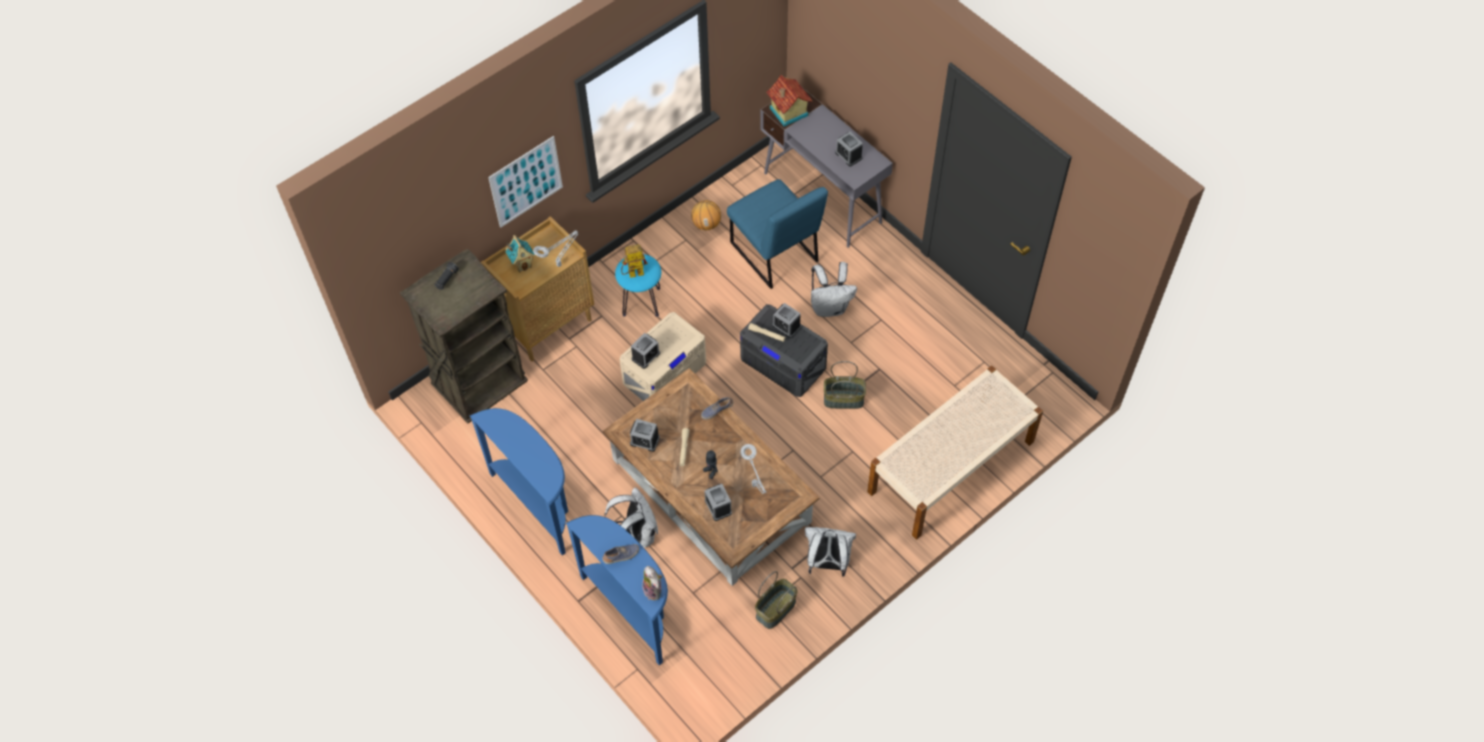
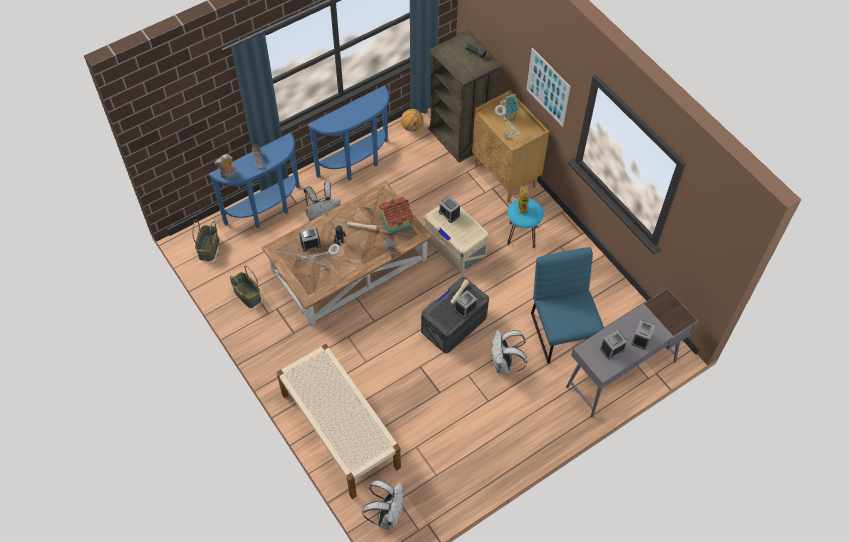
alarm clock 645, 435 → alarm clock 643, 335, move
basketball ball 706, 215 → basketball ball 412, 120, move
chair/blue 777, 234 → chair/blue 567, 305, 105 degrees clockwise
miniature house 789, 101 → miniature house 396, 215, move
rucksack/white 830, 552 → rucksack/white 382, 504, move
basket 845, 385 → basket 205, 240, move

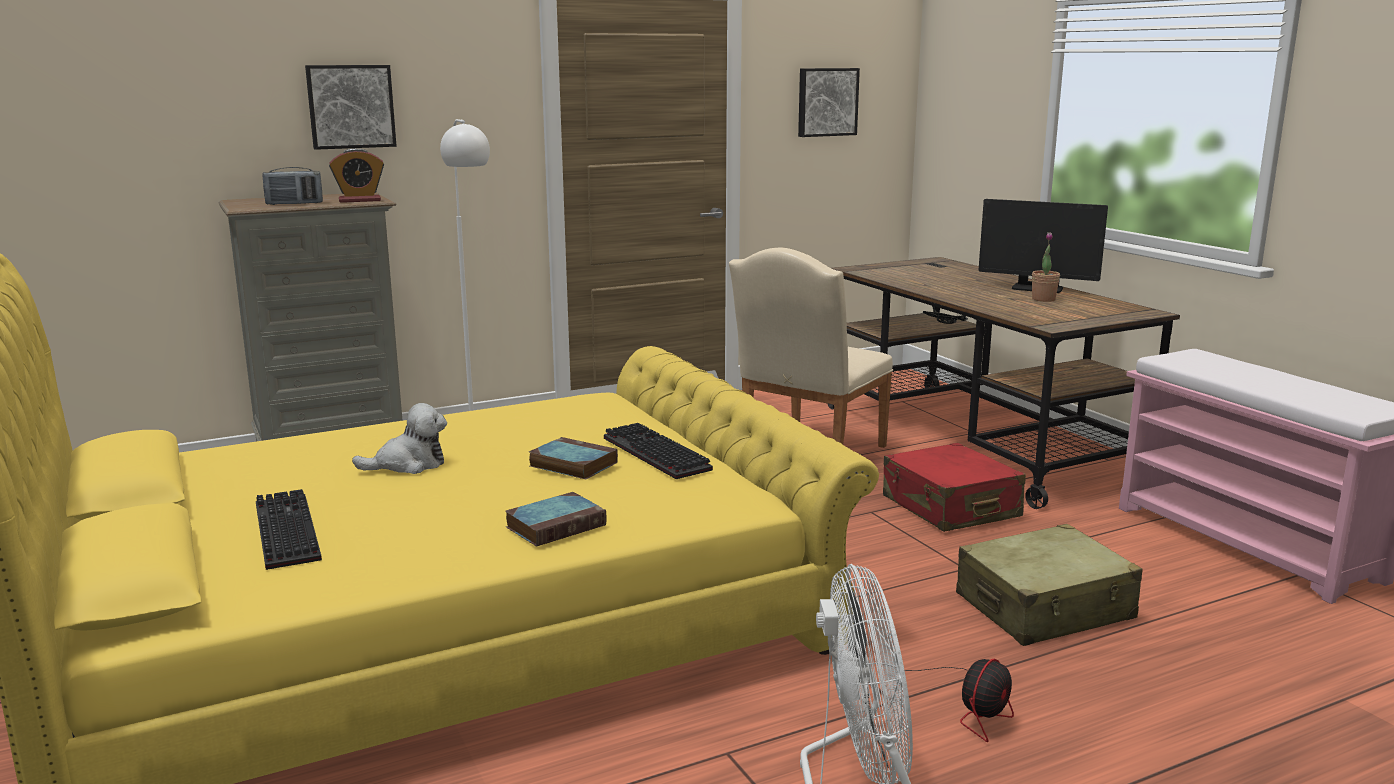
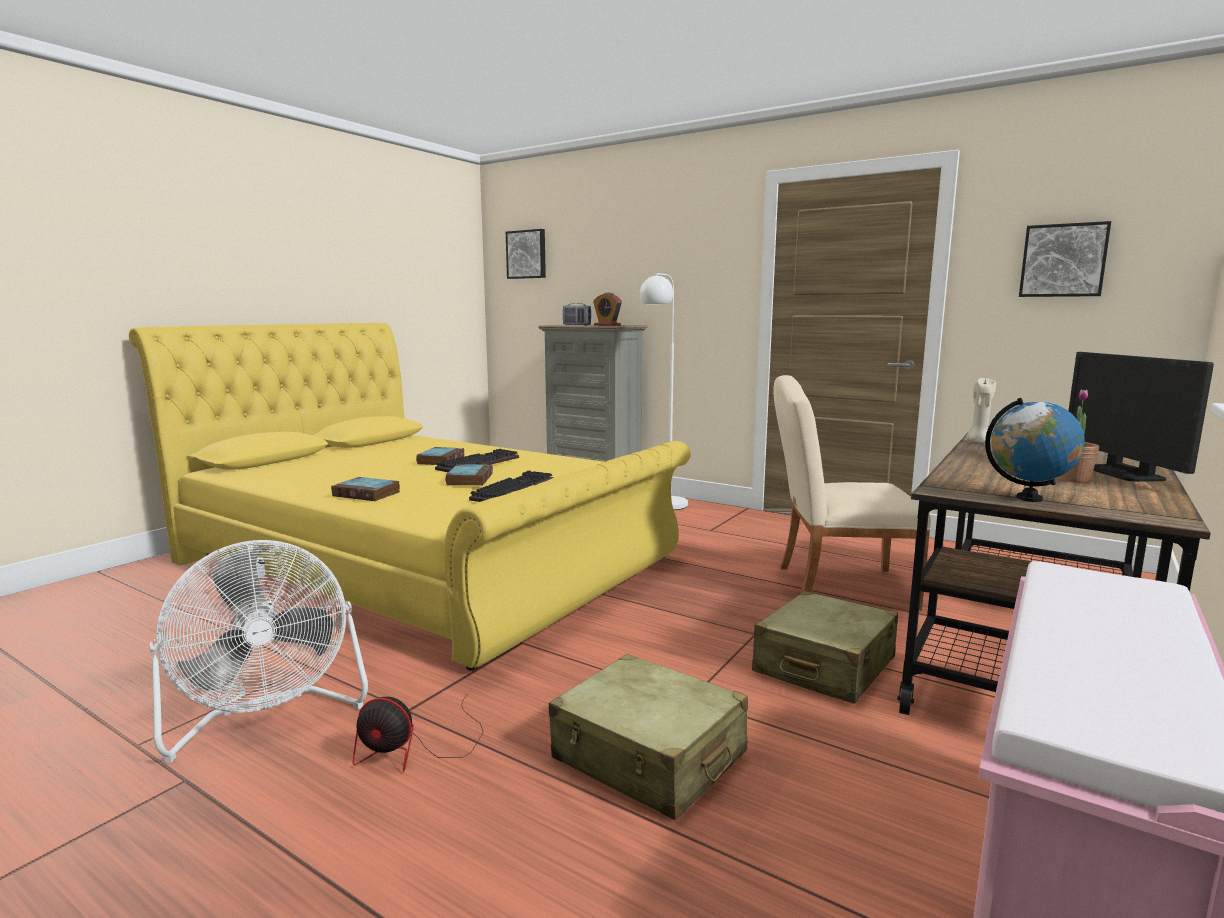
PC keyboard 289, 529 → PC keyboard 477, 460, move
picture 350, 107 → picture 526, 254, move
soft toy 399, 438 → volume 440, 456
travel case/red-coloured 954, 487 → travel case/beige-coloured 825, 647
- → wax candle/beige-coloured 981, 410
- → globe 1035, 450

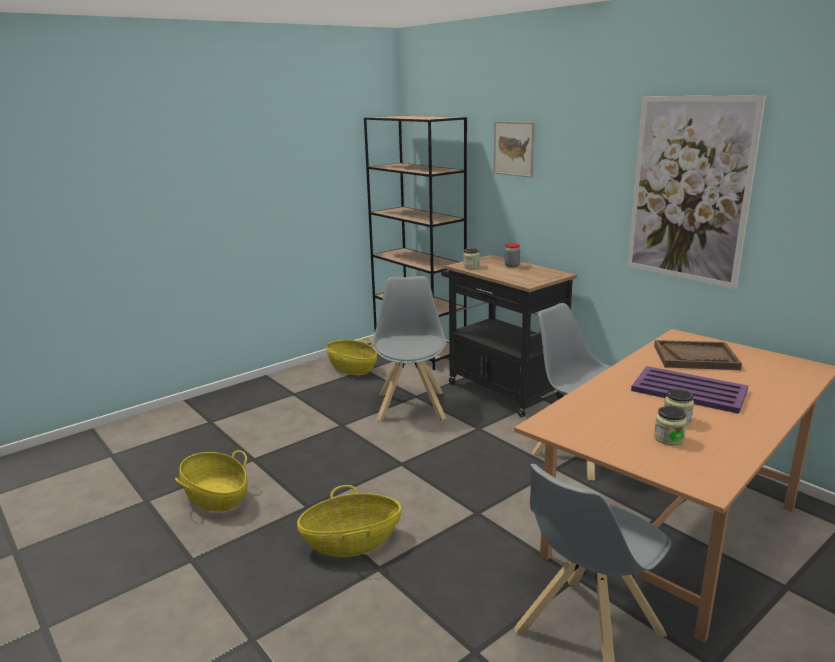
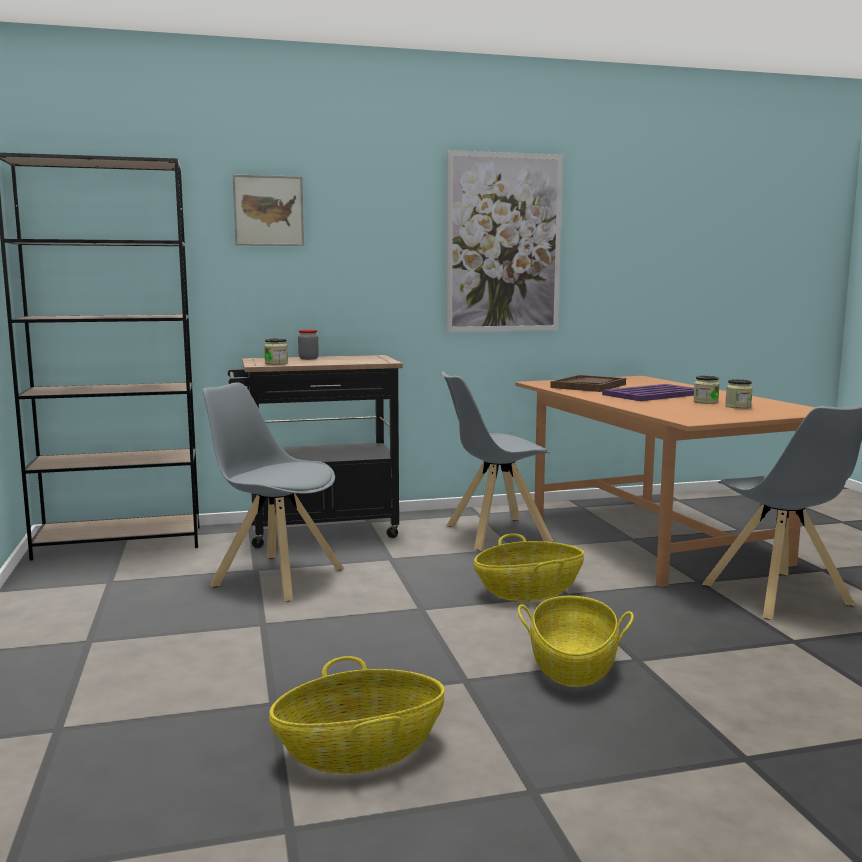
basket 351, 356 → basket 529, 567, move

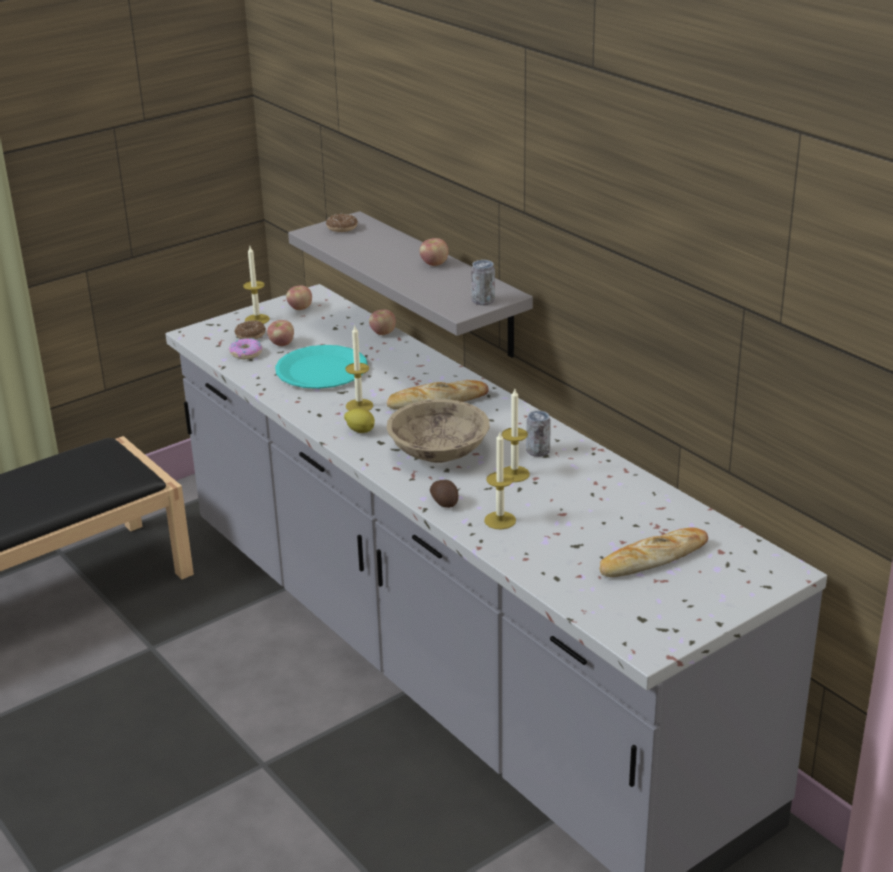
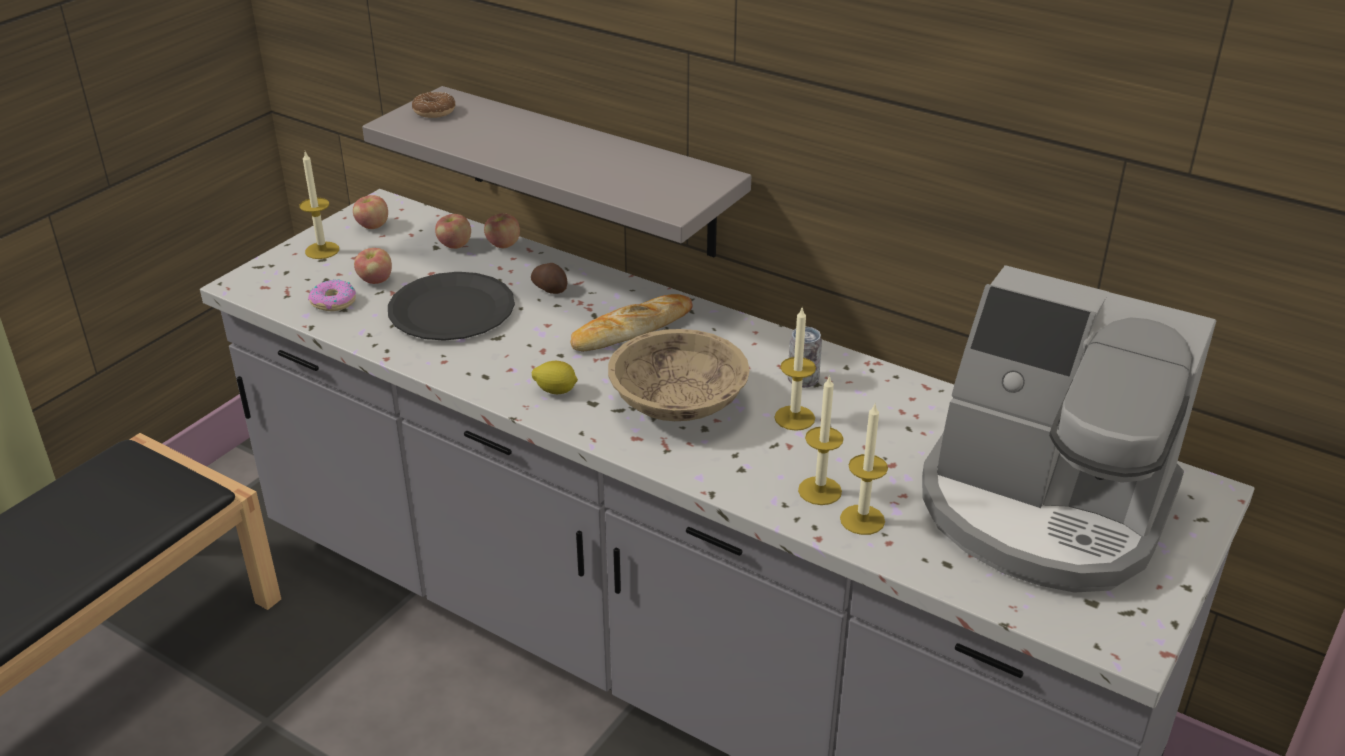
donut 250, 329 → -
dinner plate/blue-green 321, 367 → dinner plate/black-coloured 451, 306
wax candle 359, 368 → wax candle 864, 468, move
apple fruit 434, 252 → apple fruit 453, 231, move
potato 444, 494 → potato 549, 278, move
metal can 483, 282 → -
bread 654, 552 → coffee machine 1069, 429

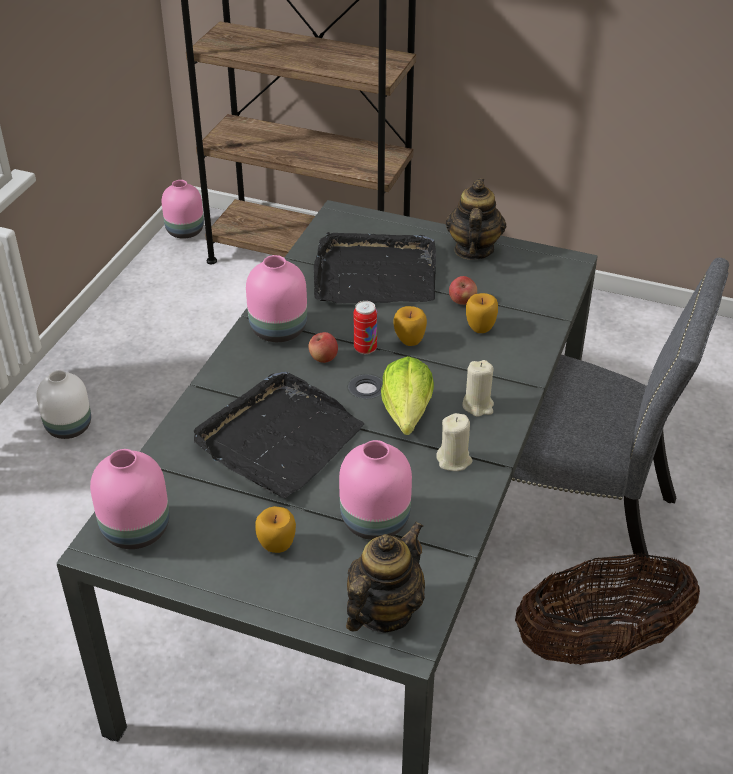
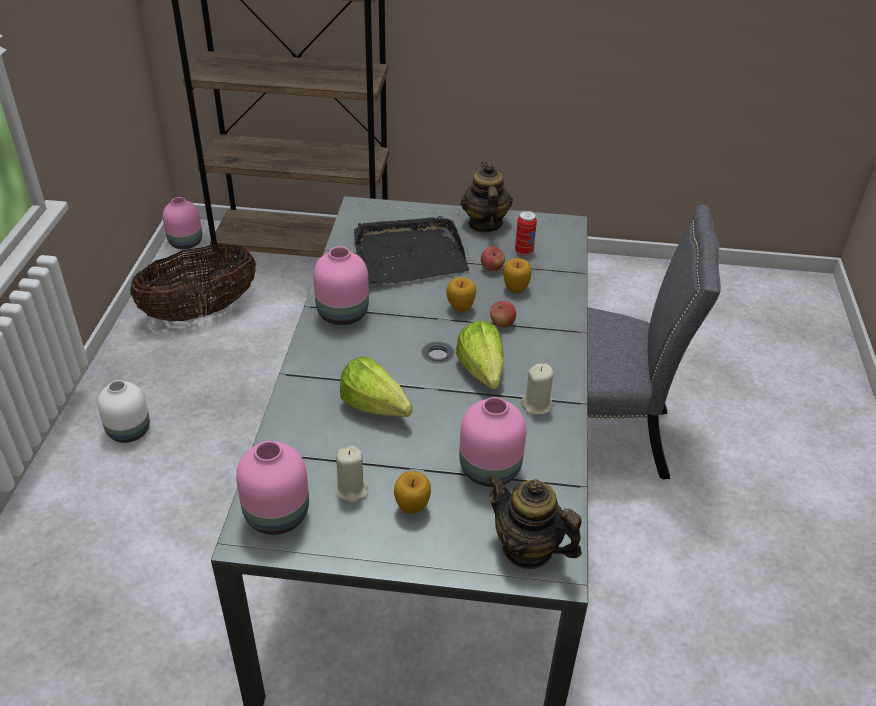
carrying tray/black-coloured 279, 435 → lettuce 376, 386
apple fruit 323, 347 → apple fruit 503, 314, move
tea pot 385, 577 → tea pot 534, 521, 75 degrees counterclockwise
metal can 365, 327 → metal can 526, 233, move
wax candle/beige-coloured 478, 388 → wax candle/beige-coloured 352, 474, move
basket 607, 609 → basket 193, 282, move

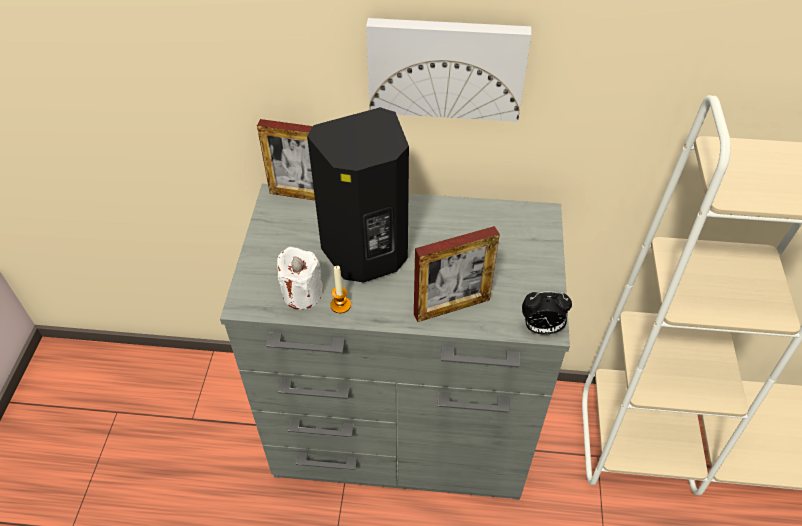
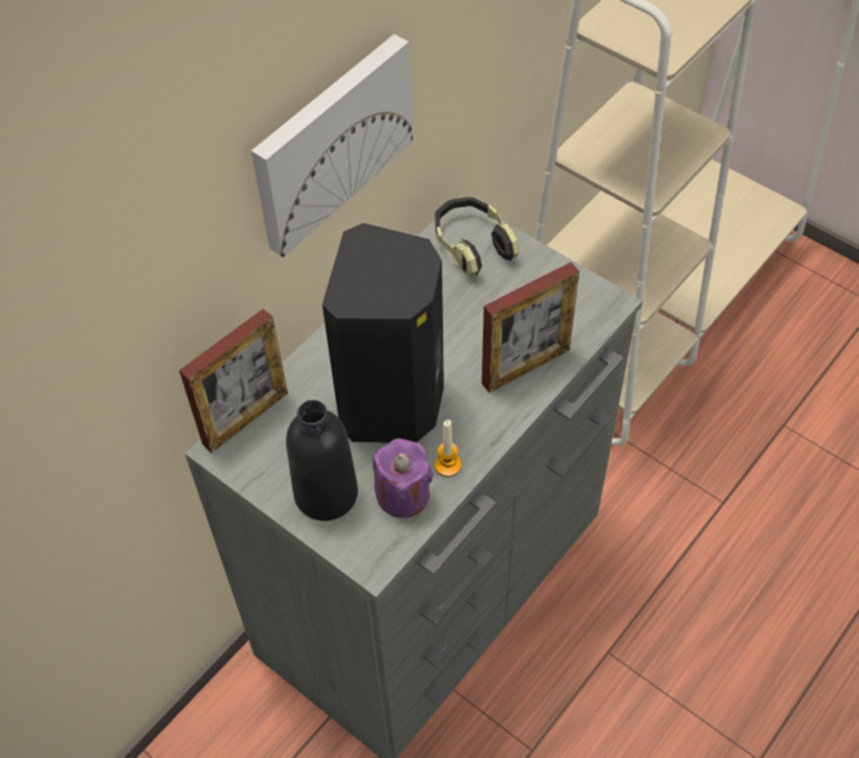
wax candle/white 300, 278 → wax candle/purple 403, 478
photo frame 457, 274 → photo frame 530, 327, 45 degrees clockwise
alarm clock 547, 312 → -
- → bottle/black-coloured 322, 460
- → headset 477, 237

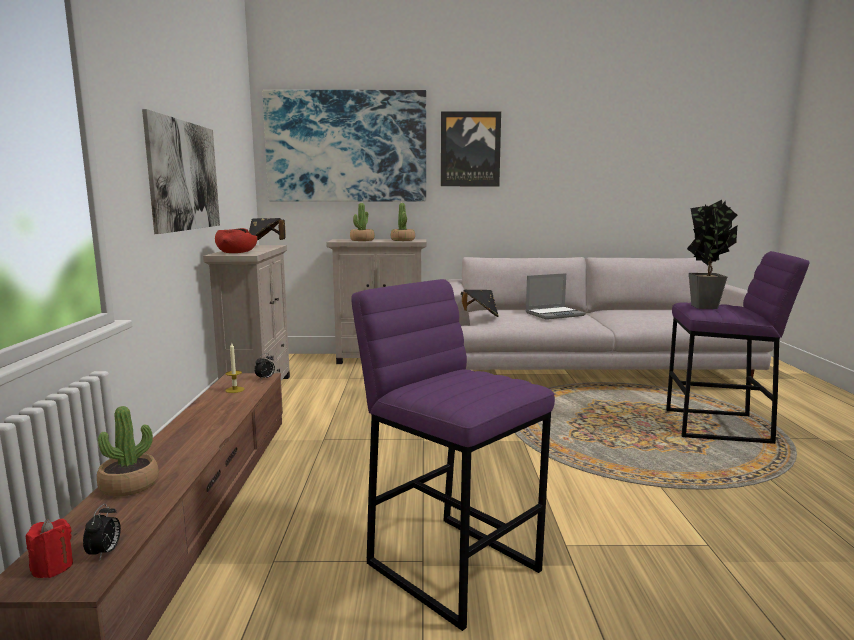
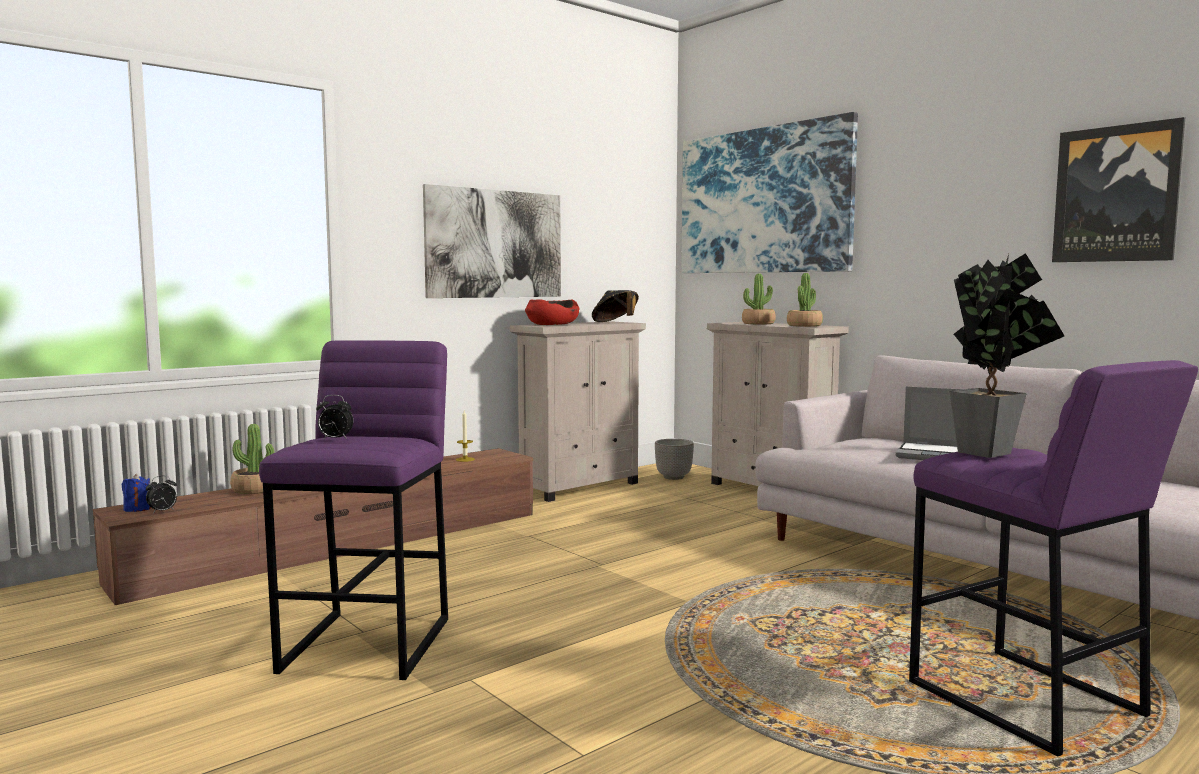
wax candle/red-coloured 49, 548 → wax candle/blue 136, 493
alarm clock 264, 366 → alarm clock 334, 417, move
picture 471, 149 → picture 1118, 189, move
clothing hat/black-coloured 480, 303 → -
- → flower pot 674, 459

